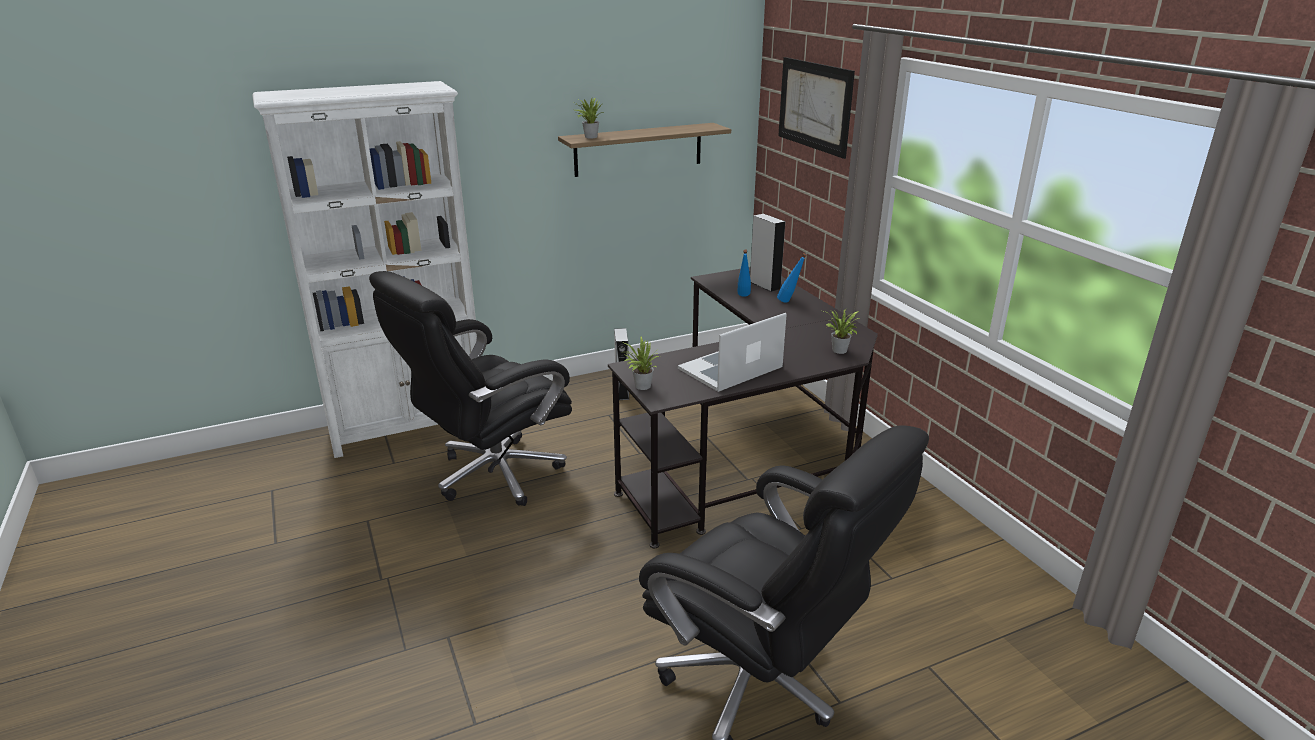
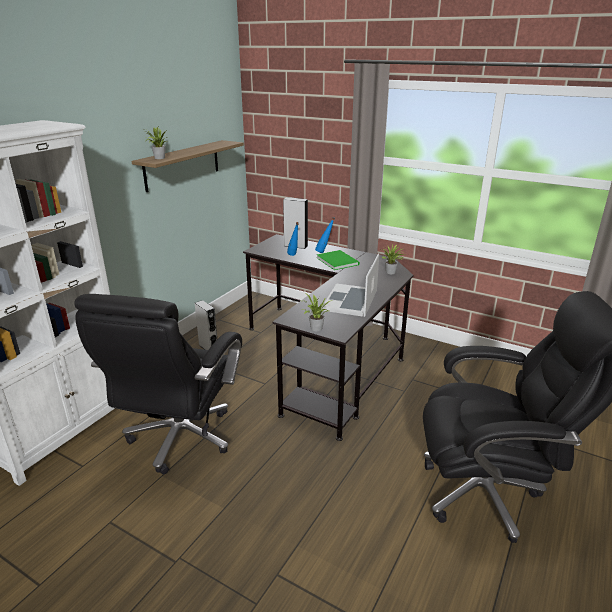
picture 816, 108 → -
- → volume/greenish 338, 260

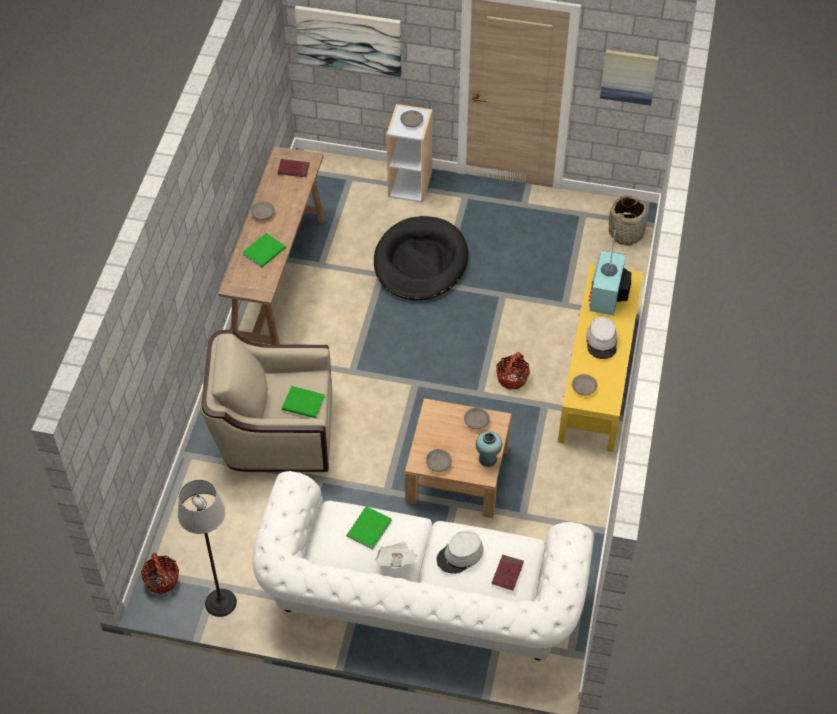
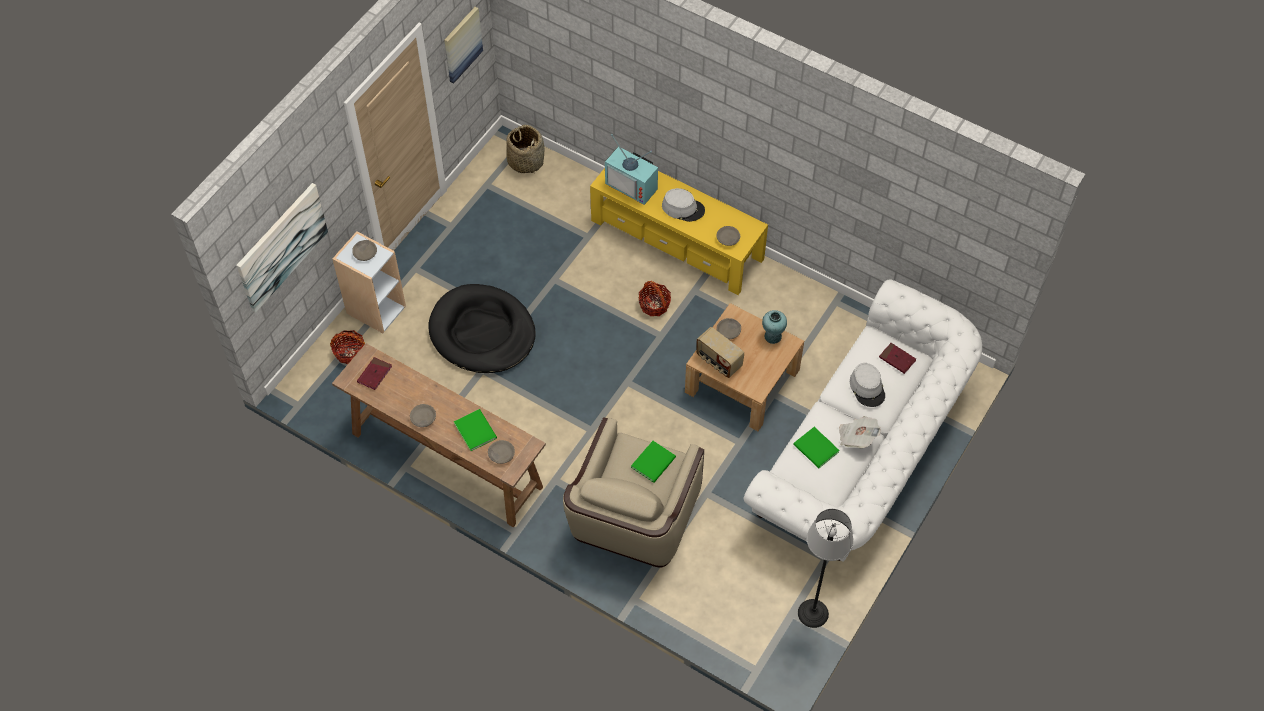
basket 160, 573 → basket 347, 347, move
deep dish/gray 439, 460 → deep dish/gray 501, 452, move
- → radio 720, 352

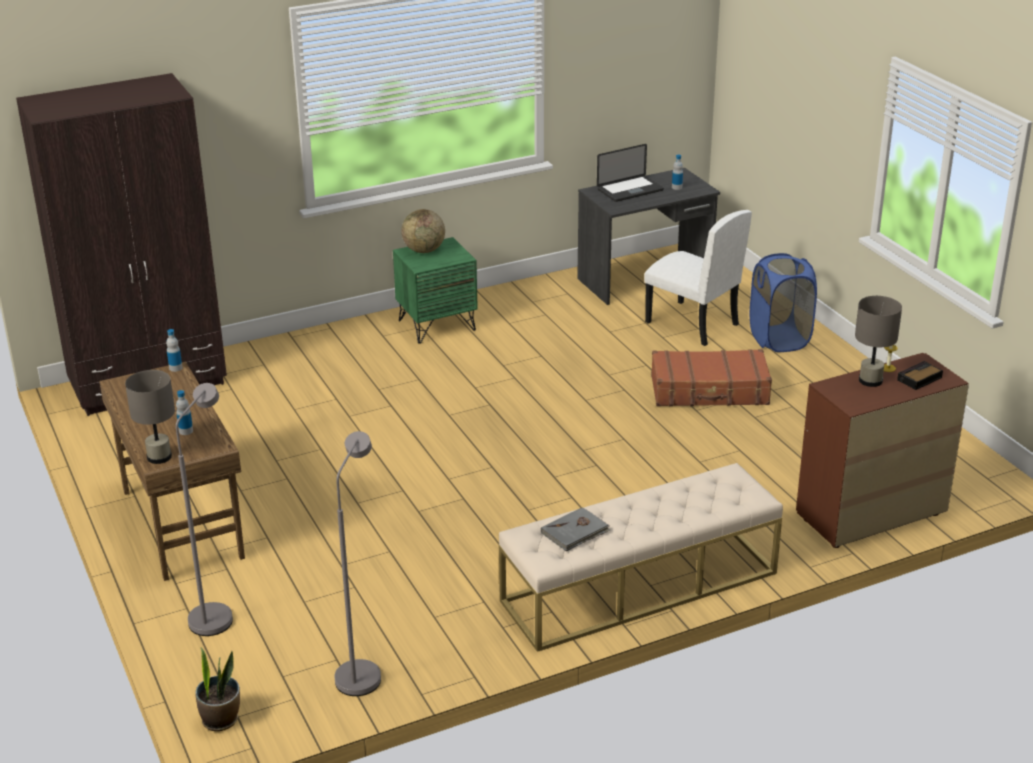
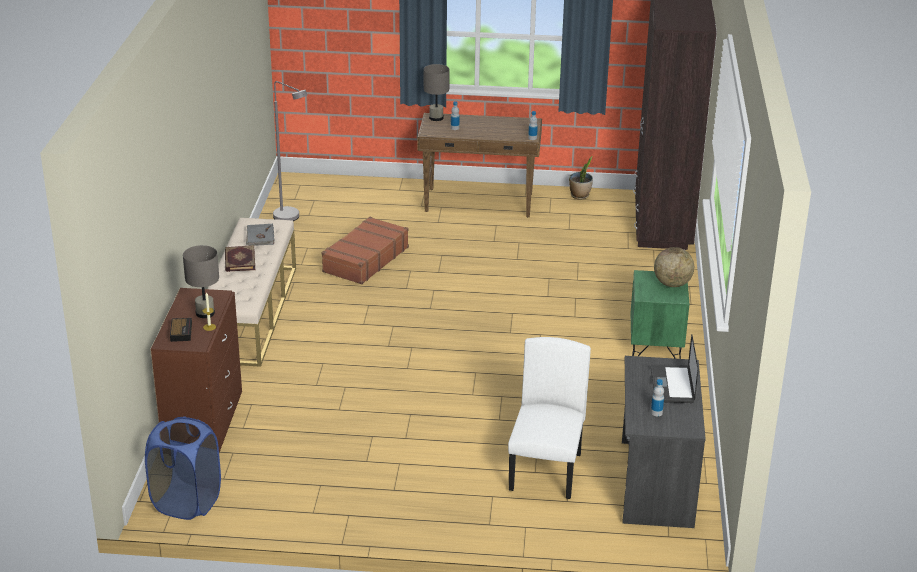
standing lamp/gray 204, 509 → -
houseplant 217, 689 → houseplant 581, 178, move
chair/white 698, 278 → chair/white 549, 418, 120 degrees clockwise
travel case/brown 711, 377 → travel case/brown 365, 250, move
hamper/blue 783, 302 → hamper/blue 183, 468, move
- → volume 240, 258

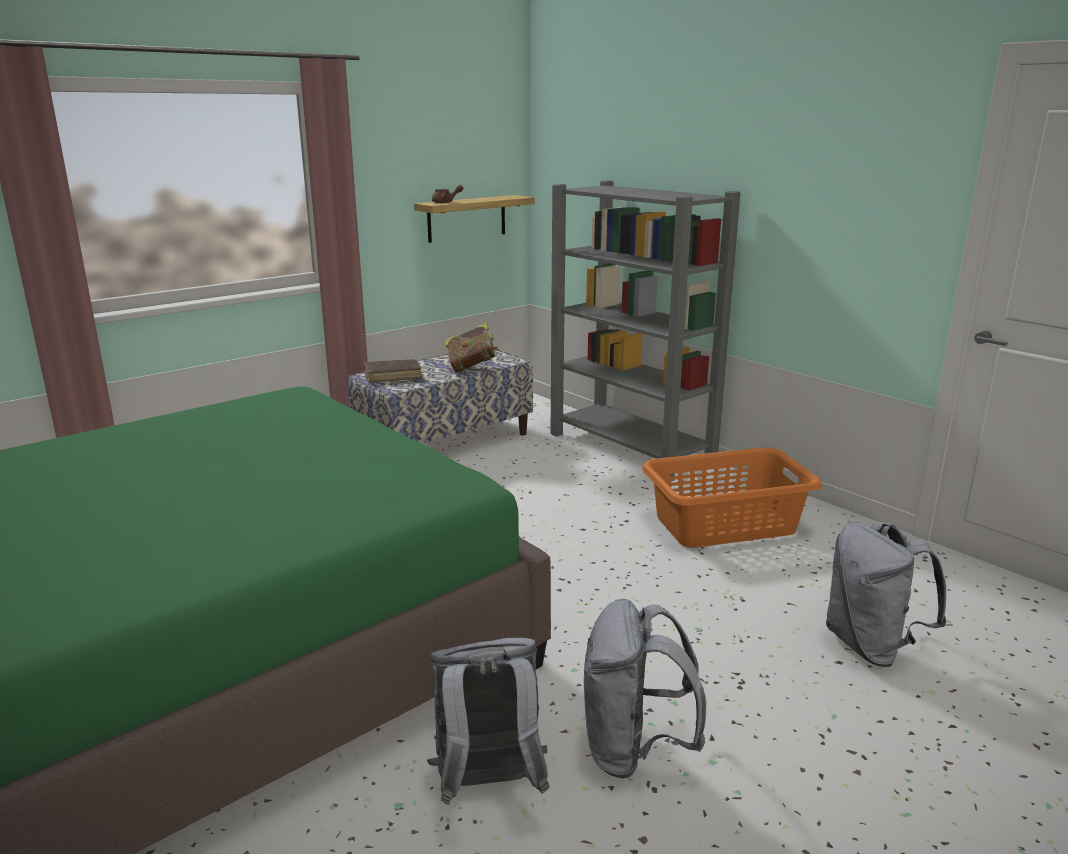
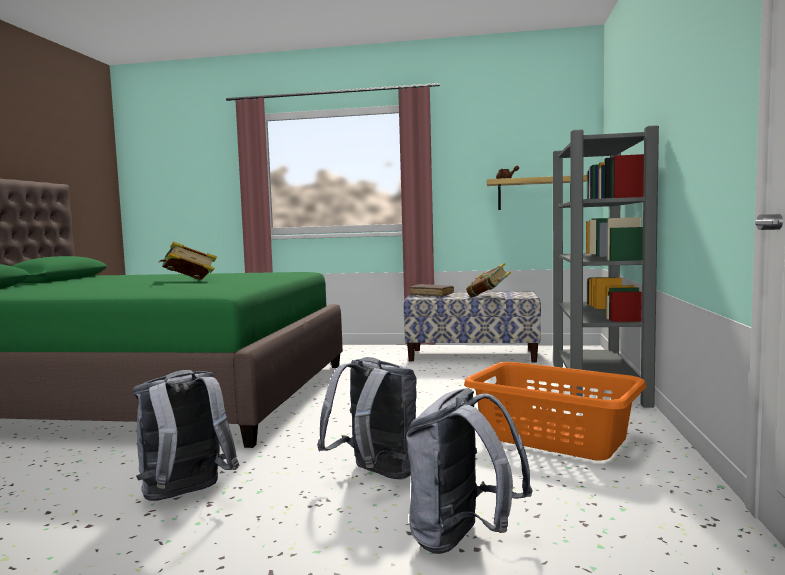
rucksack/gray 488, 721 → rucksack/gray 367, 418, move
- → volume 188, 261

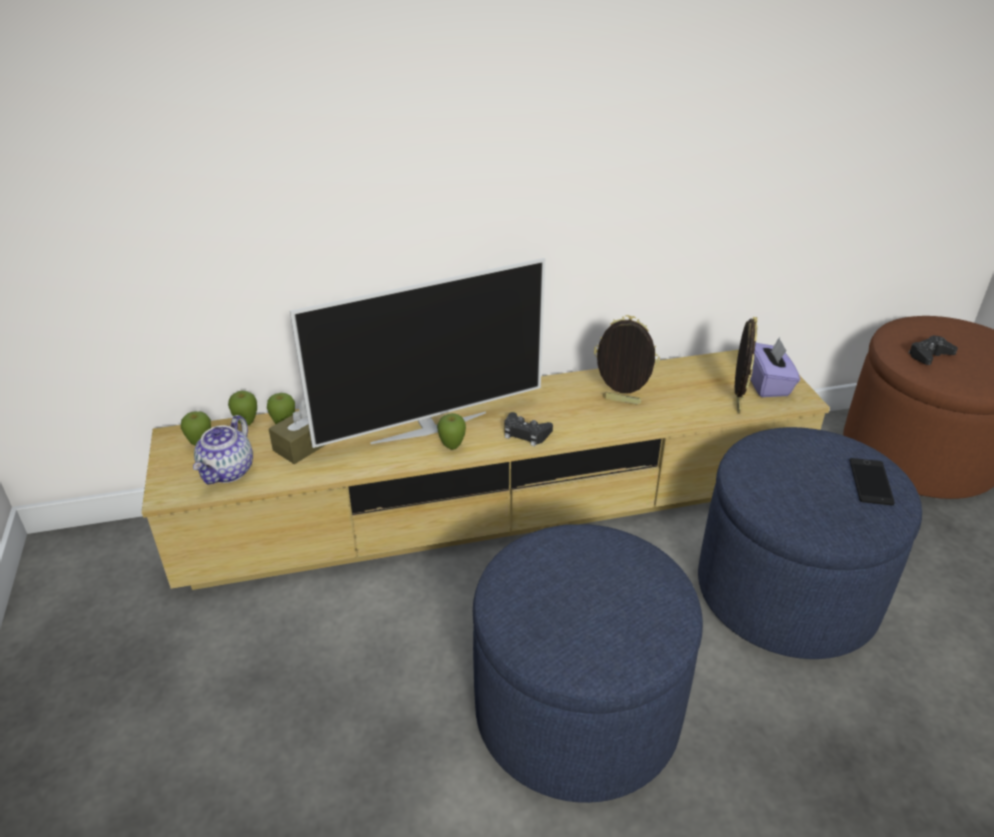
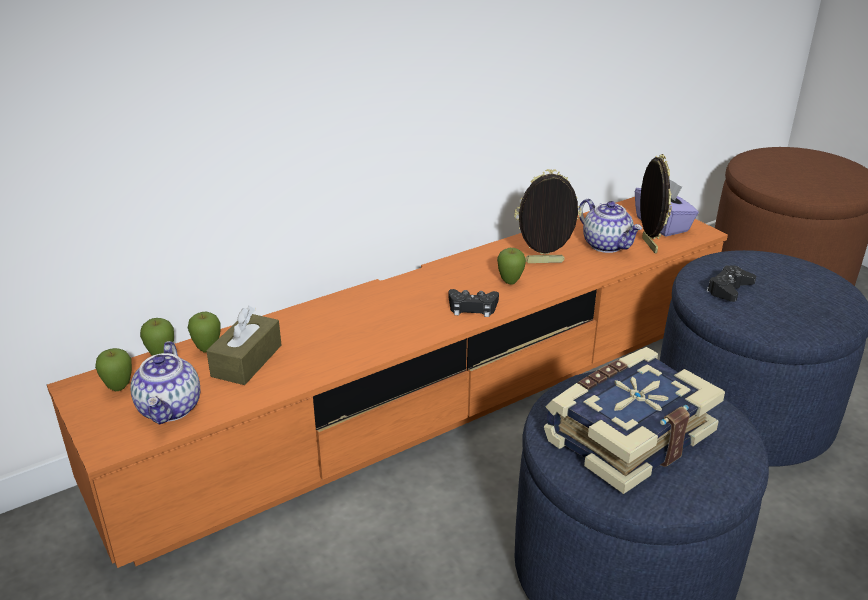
tv stand/beige-coloured 485, 470 → tv stand/orangey 387, 382
TV set 417, 353 → -
apple fruit 451, 431 → apple fruit 511, 266, move
handset 872, 481 → -
gamepad/black-coloured 933, 350 → gamepad/black-coloured 731, 283, move
- → volume 634, 420
- → tea pot 610, 226

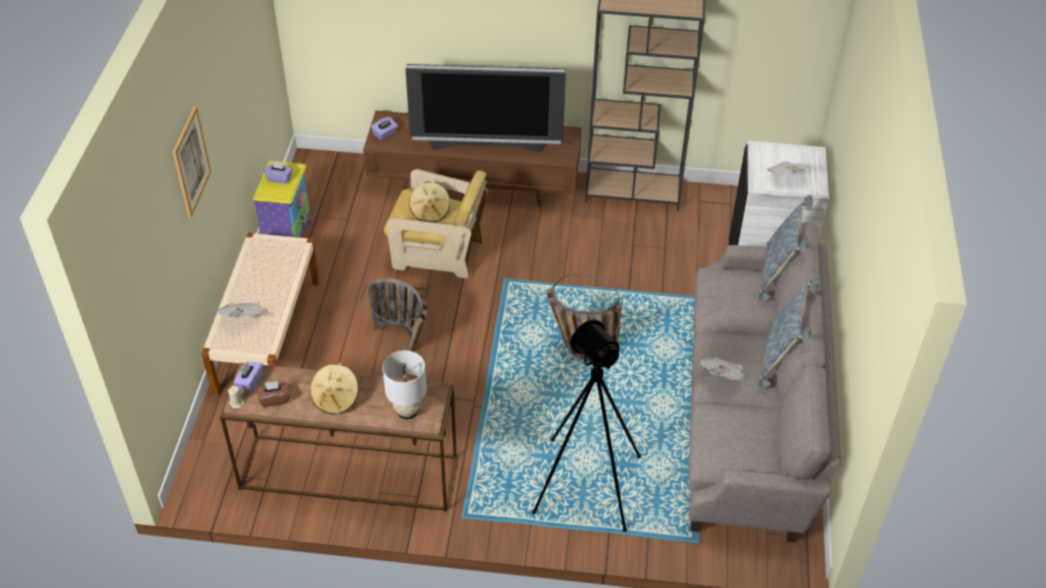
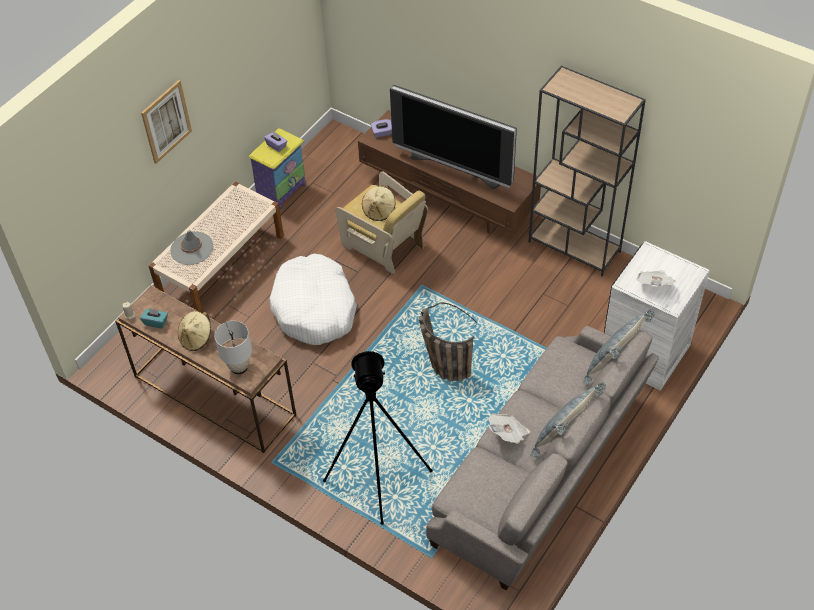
daily paper 240, 310 → clothing hat/gray 191, 247
tissue box/purple 248, 377 → -
tissue box/brown 273, 394 → tissue box/blue-green 154, 318
basket 393, 314 → dog bed/white 313, 299

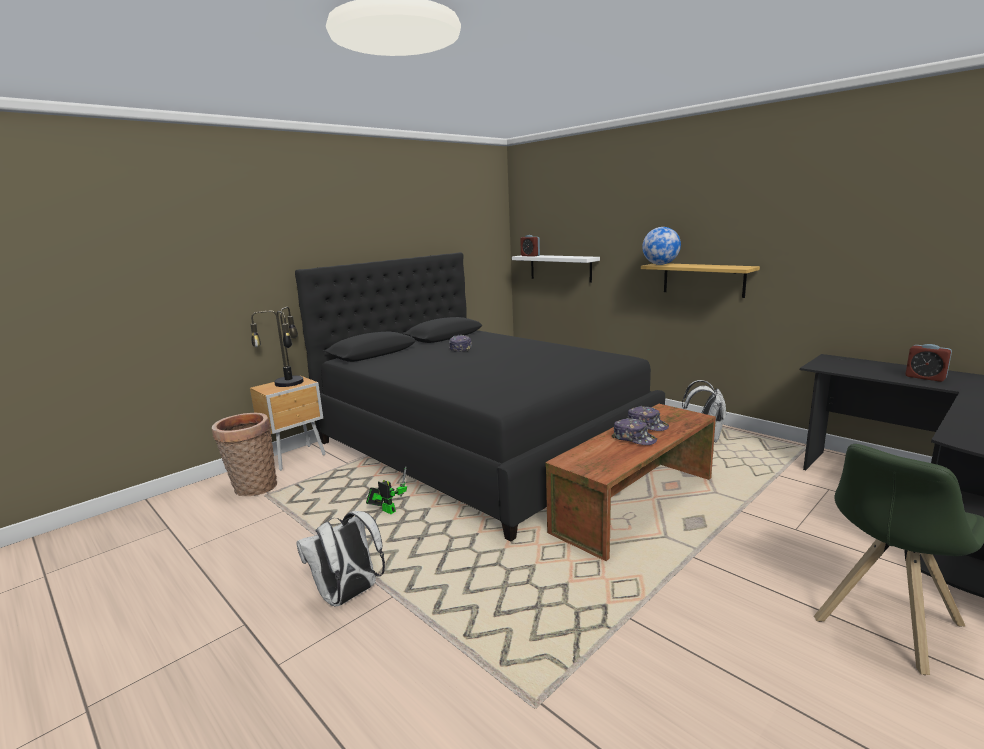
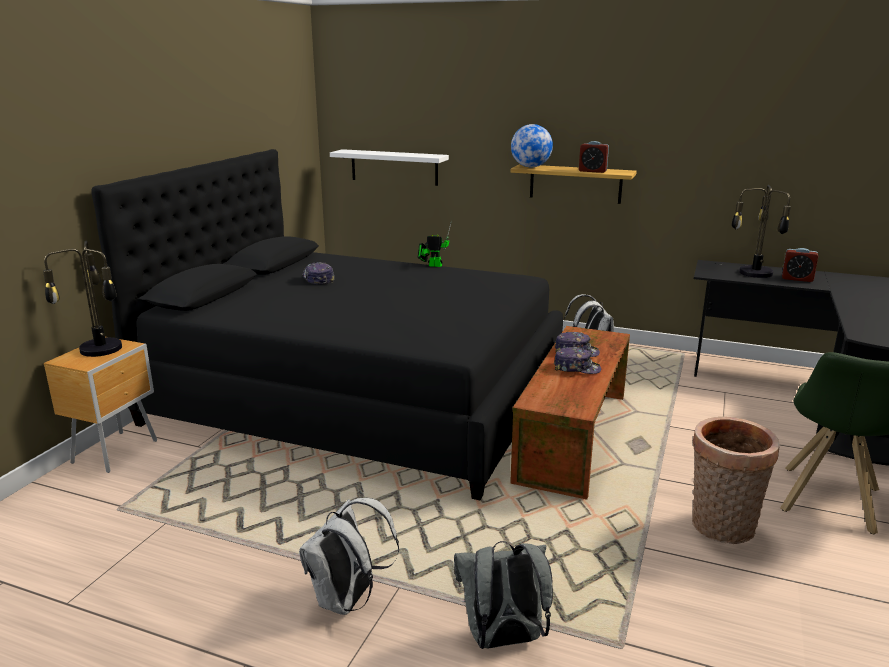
basket 244, 454 → basket 736, 480, move
toy robot 386, 490 → toy robot 435, 243, move
alarm clock 530, 246 → alarm clock 594, 157, move
- → rucksack/gray 503, 595
- → tabletop lamp 761, 231

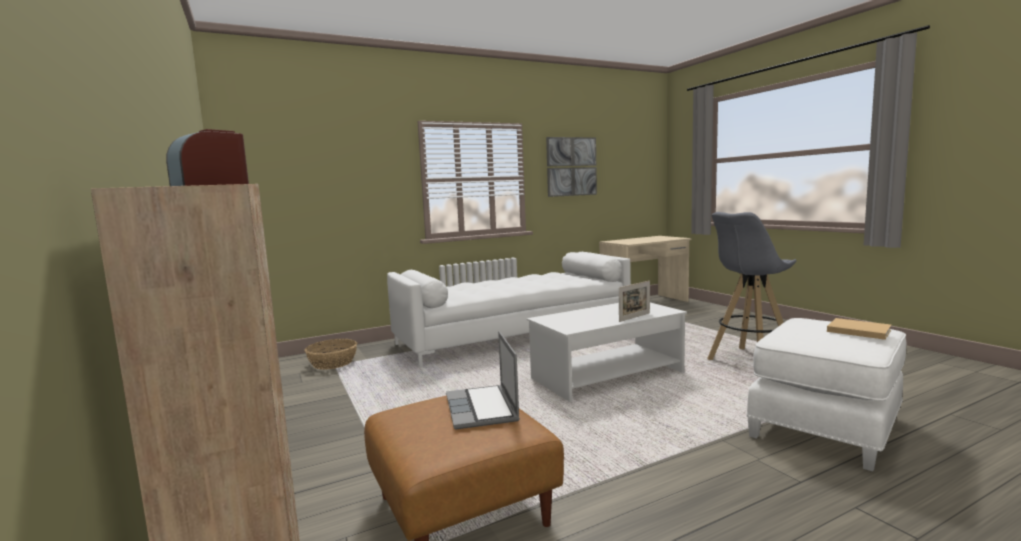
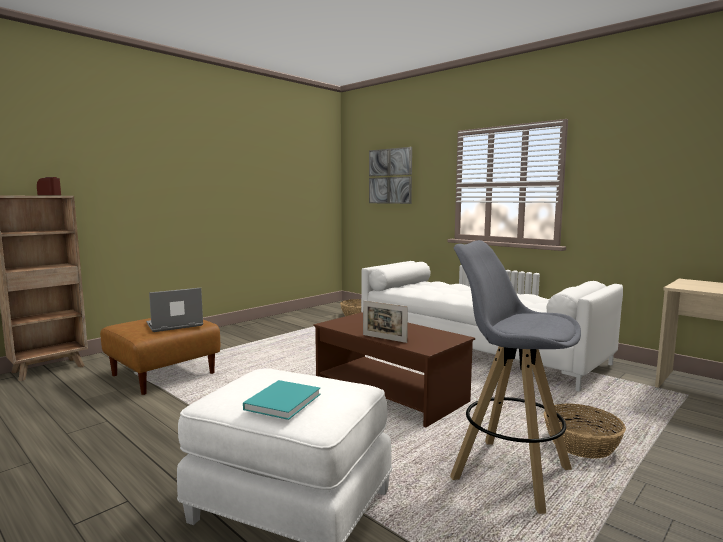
lounge table/white 607, 352 → lounge table/brown 394, 369
picture 571, 167 → picture 390, 175, move
volume/beige-coloured 859, 329 → volume/blue-green 282, 400
- → basket 585, 431

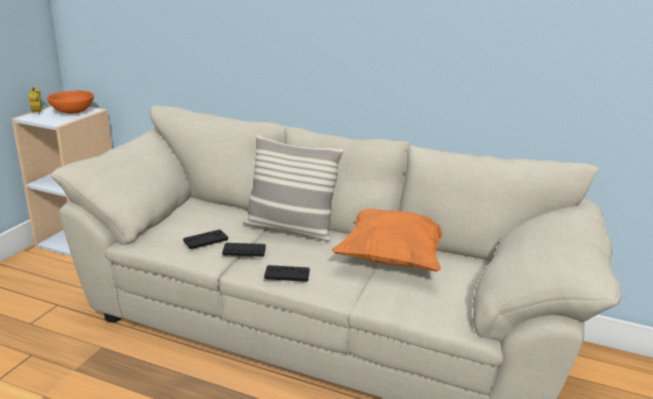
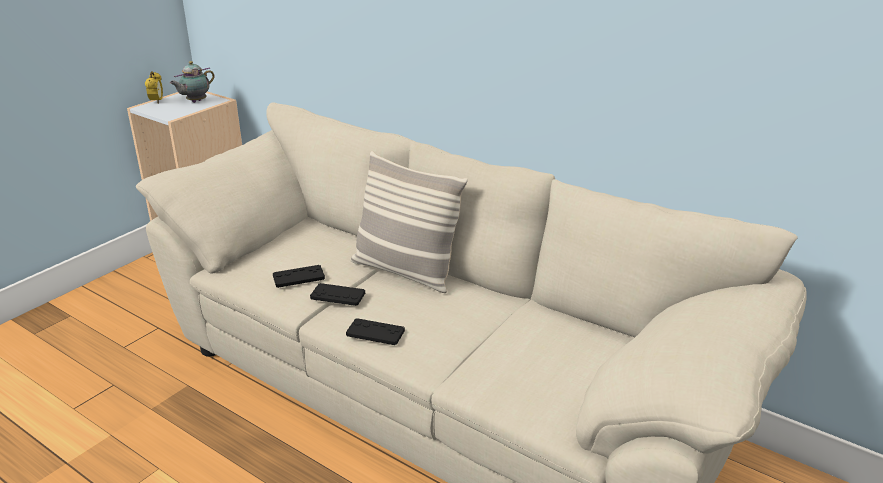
deep dish/orangey 70, 102 → tea pot 192, 82
pillow/orangey 387, 240 → -

